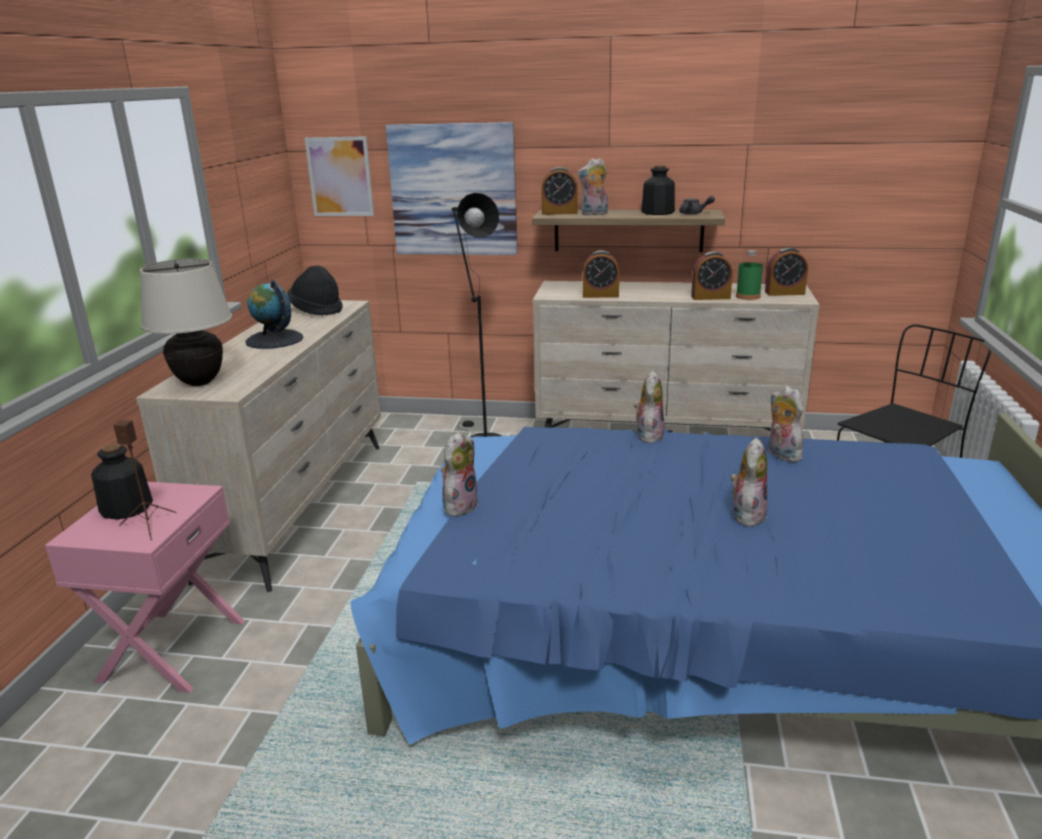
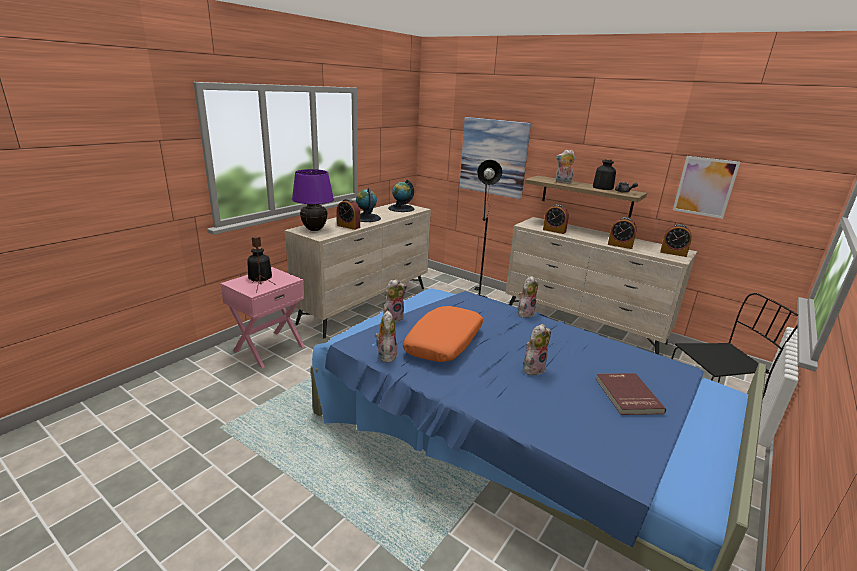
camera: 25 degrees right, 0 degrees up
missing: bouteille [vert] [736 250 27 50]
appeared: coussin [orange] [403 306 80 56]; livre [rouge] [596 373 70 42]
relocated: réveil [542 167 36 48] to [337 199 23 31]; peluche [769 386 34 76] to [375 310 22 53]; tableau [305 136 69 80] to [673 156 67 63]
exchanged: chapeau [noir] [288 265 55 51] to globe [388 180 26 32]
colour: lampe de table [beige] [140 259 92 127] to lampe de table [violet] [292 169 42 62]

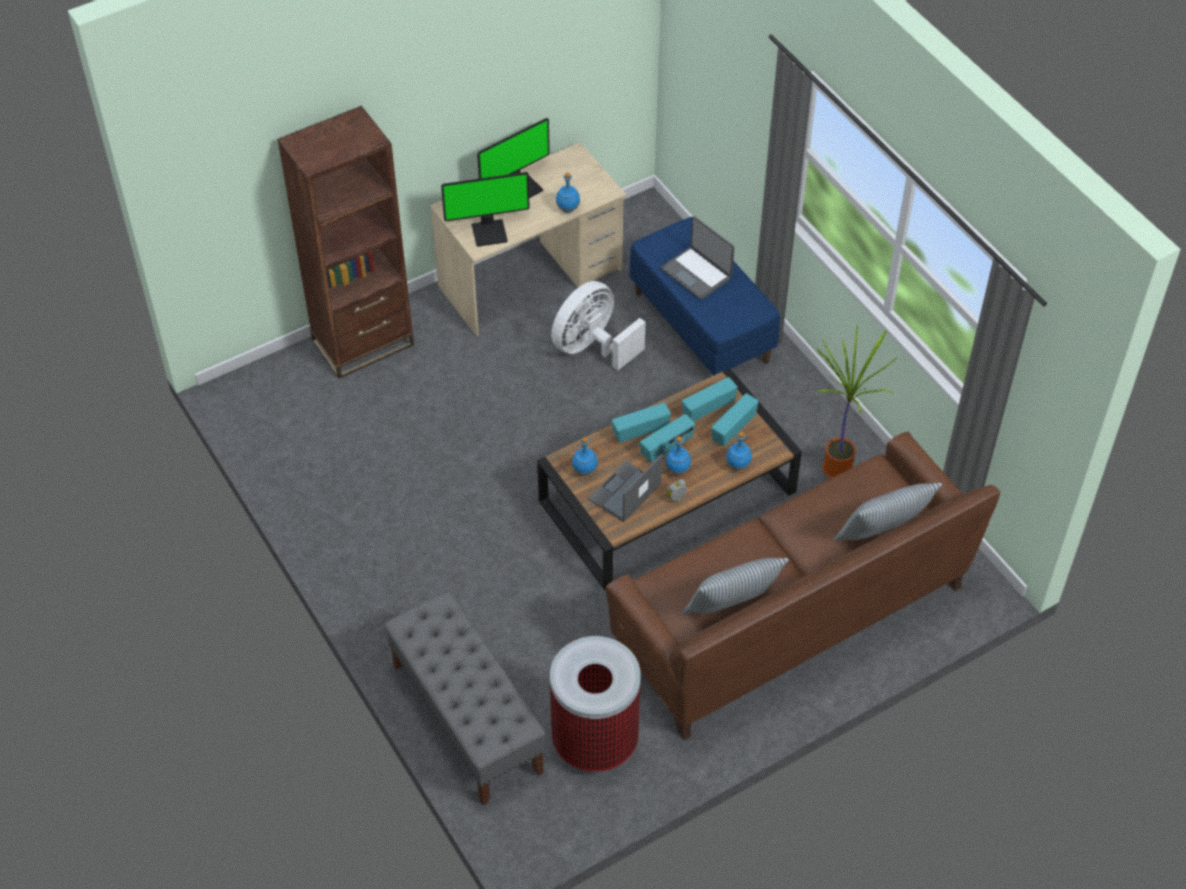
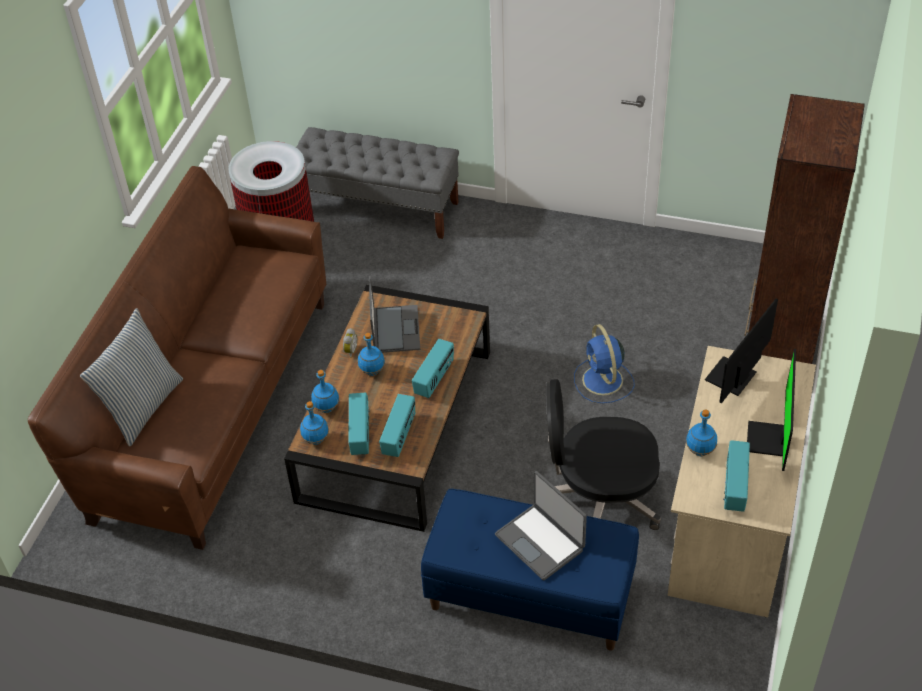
camera: 140 degrees right, 5 degrees down
missing: coussin [682 558 107 56]; plante en pot [817 325 80 154]
appeared: ventilateur [bleu] [574 324 61 79]
relocated: bouteille [bleu] [572 437 26 39] to [300 401 29 44]; radio [640 414 55 49] to [723 440 27 72]
exchanged: ventilateur [blanc] [551 281 94 89] to chaise de bureau [noir] [546 379 115 151]
spun: ordinateur portable [661 216 74 84] = [495 471 92 109] 135 degrees counterclockwise

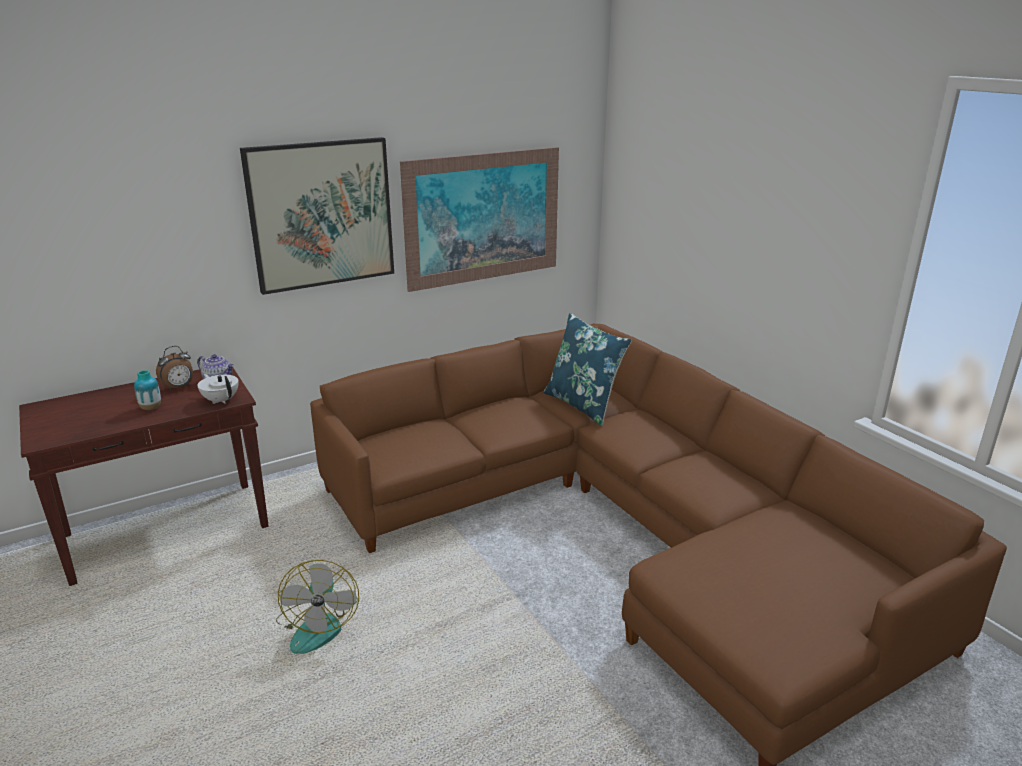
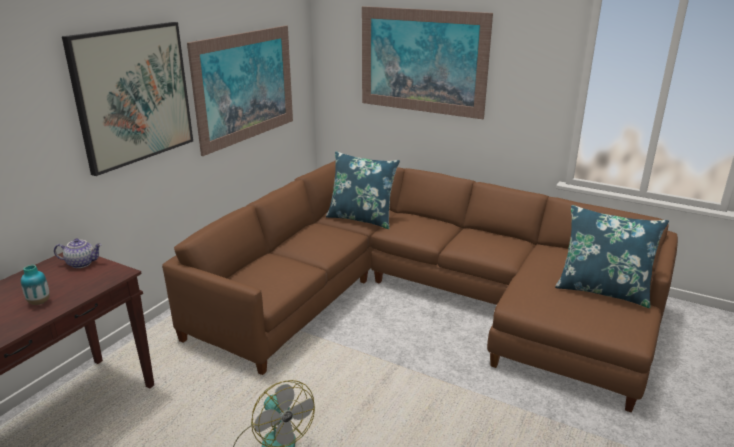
camera: 30 degrees left, 0 degrees up
missing: réveil [156 346 37 45]; théière [blanc] [197 374 42 30]
appeared: tableau [362 6 131 113]; coussin [bleu] [555 205 114 103]

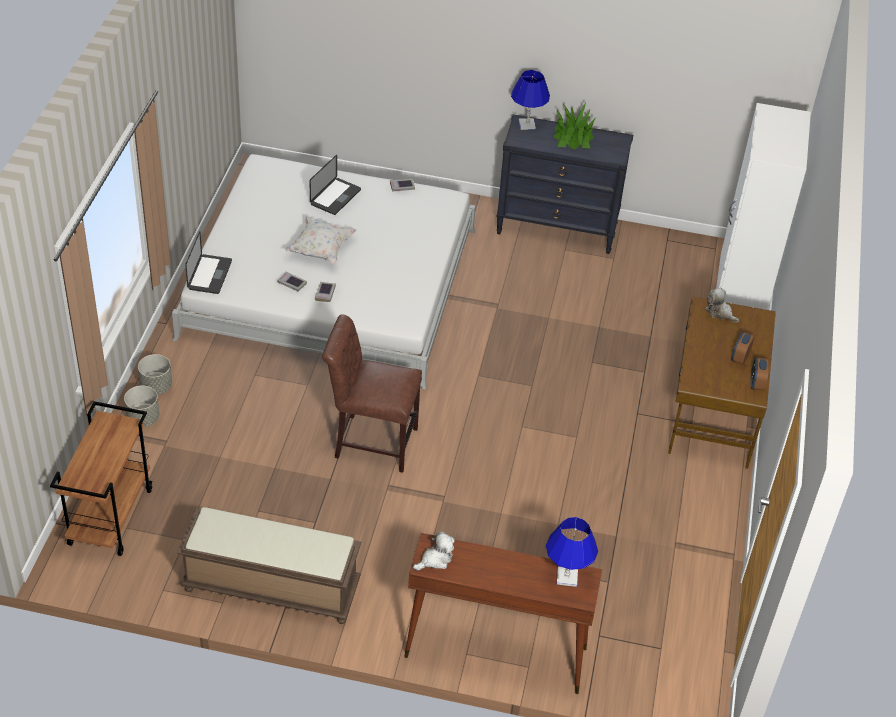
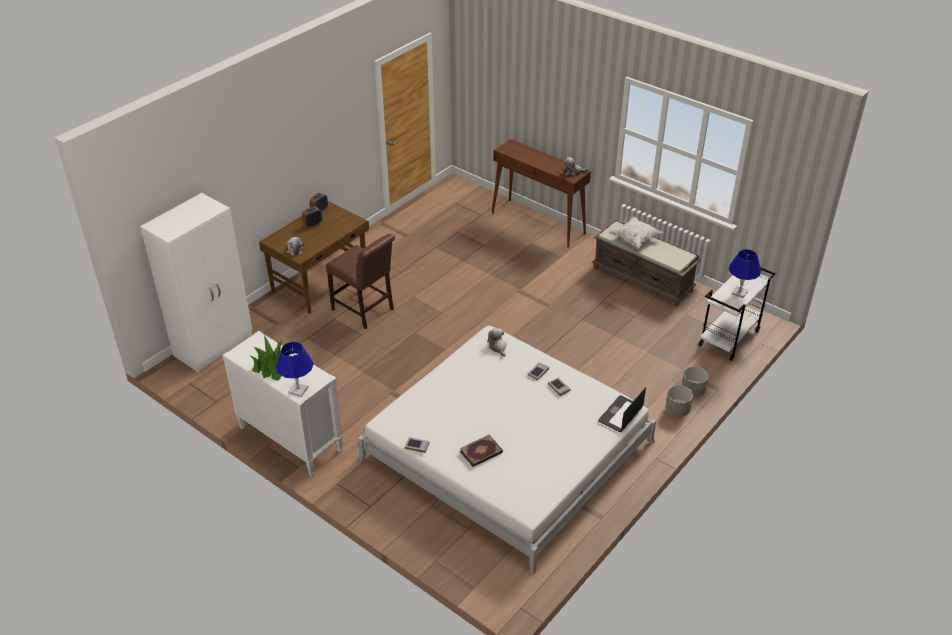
camera: 150 degrees left, 5 degrees down
appeared: peluche [487 328 19 29]
relocated: chaise [marron] [322 314 100 159] to [326 234 69 95]; coussin [blanc] [285 216 72 48] to [608 217 56 32]; lampe de table [bleu] [546 517 52 70] to [729 249 32 49]
exchanged: ordinateur portable [310 155 51 60] to livre [460 435 43 32]
colour: commode [noir] [496 114 137 140] to commode [blanc] [222 331 121 146]; chariot [marron] [50 401 103 155] to chariot [blanc] [698 267 78 94]

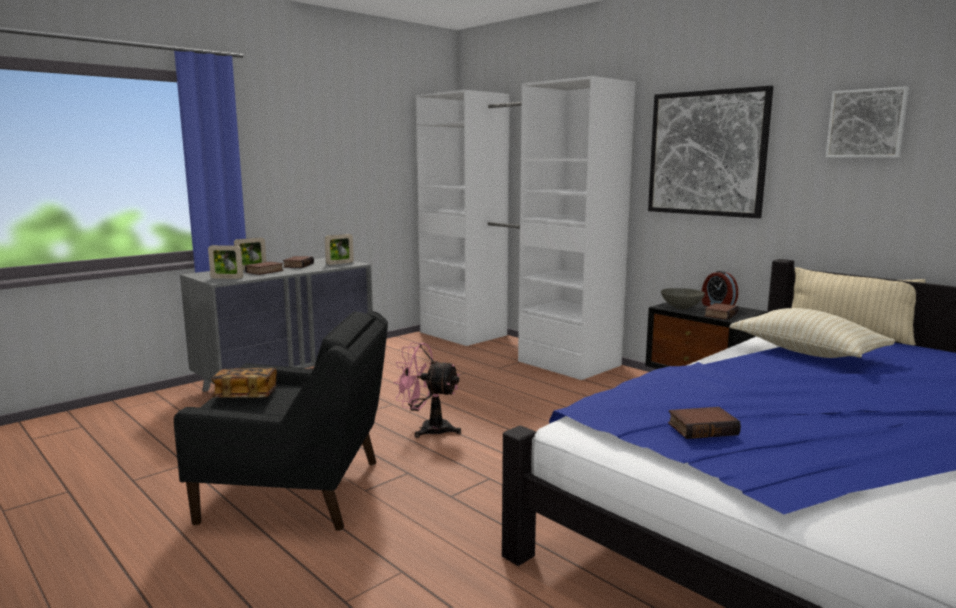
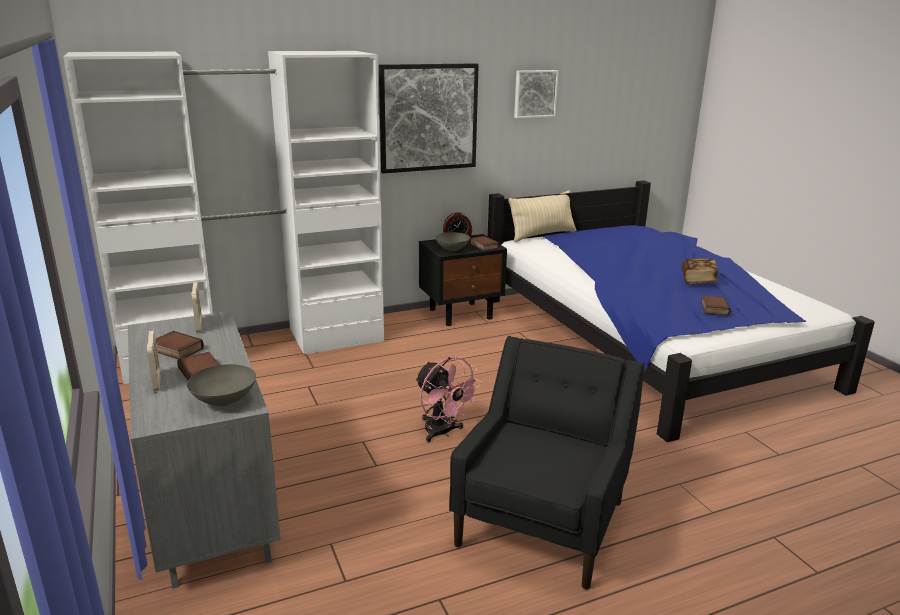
camera: 70 degrees left, 10 degrees up
missing: coussin [beige] [729 308 167 50]
relocated: livre [211 367 66 31] to [682 258 36 26]
exchanged: cadre photo [208 245 35 34] to bol [gris] [187 364 69 42]
spun: ventilateur [rose] [393 342 68 96] = [415 357 67 85] 75 degrees counterclockwise

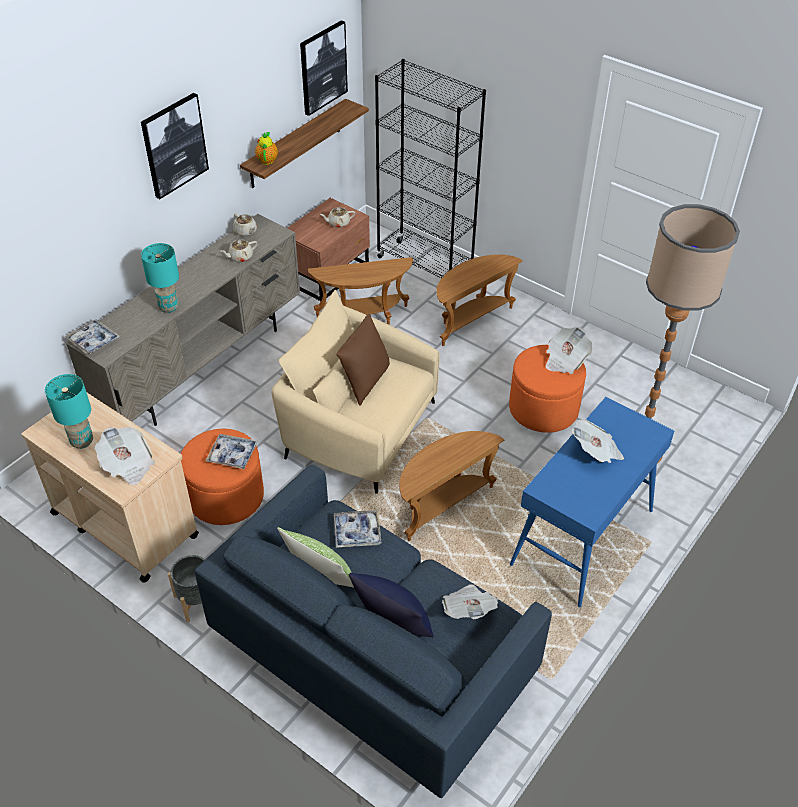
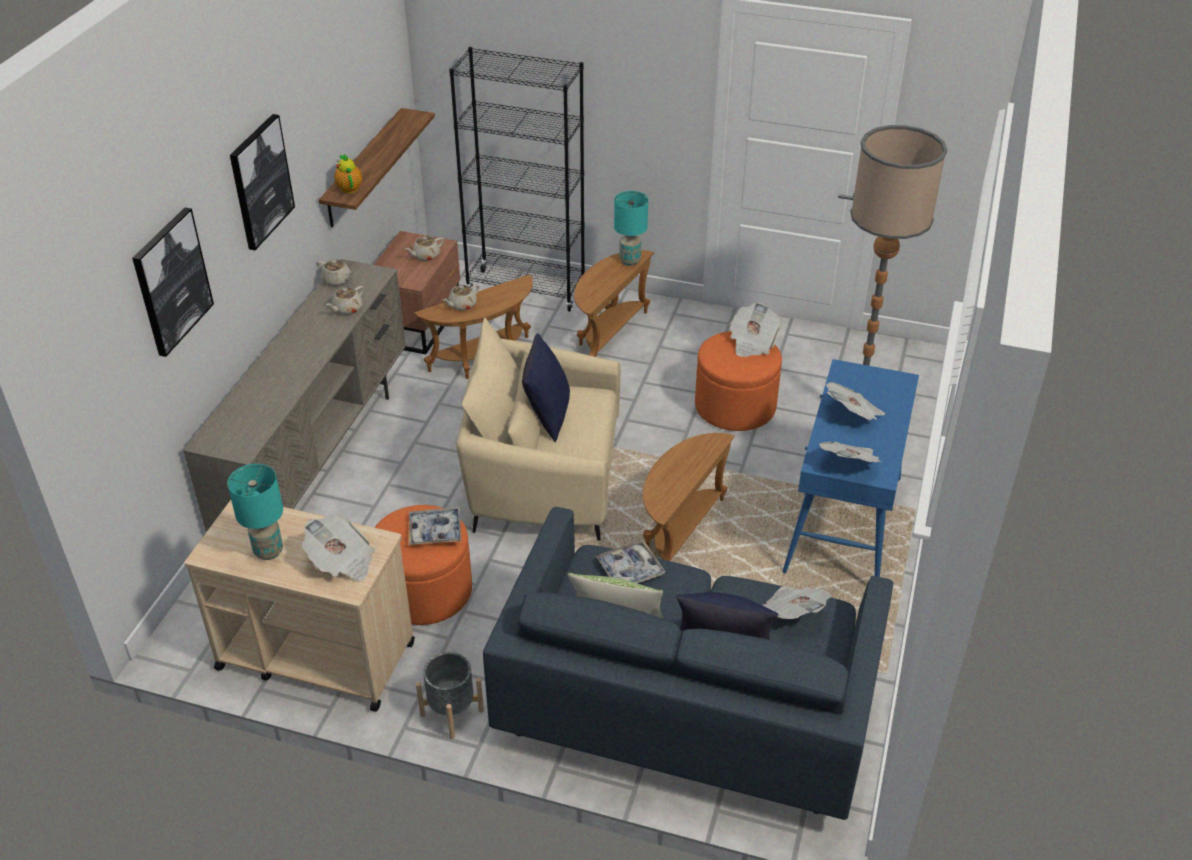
camera: 20 degrees left, 5 degrees down
missing: plateau [65 319 55 37]
appeared: théière [beige] [443 285 36 26]; journal [820 441 61 21]
relocated: tableau [300 20 48 96] to [132 207 82 150]; lampe de table [turquoise] [141 243 38 70] to [614 191 34 75]
colour: coussin [marron] [336 314 54 92] to coussin [bleu] [522 334 48 108]

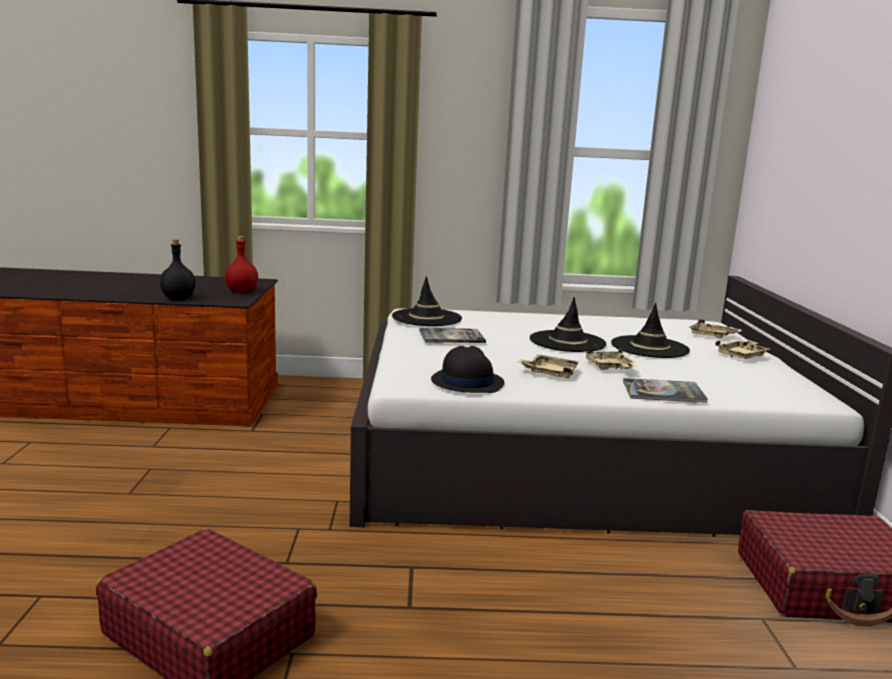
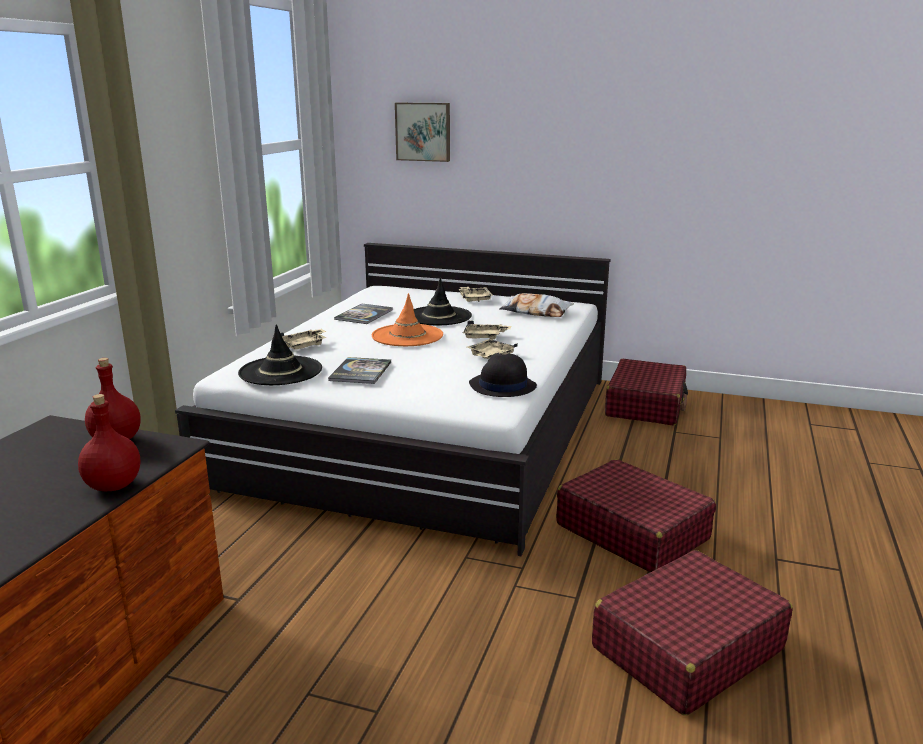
camera: 70 degrees left, 5 degrees up
appeared: tableau [395 103 55 59]; coussin [499 293 75 24]; valise [rouge] [556 459 160 113]
relocated: plateau [beige] [688 319 54 20] to [280 329 47 21]; livre [623 378 85 25] to [334 304 59 20]
colour: bouteille [noir] [160 240 36 59] to bouteille [rouge] [78 394 62 97]; chapeau [noir] [530 297 76 55] to chapeau [orange] [372 293 71 53]

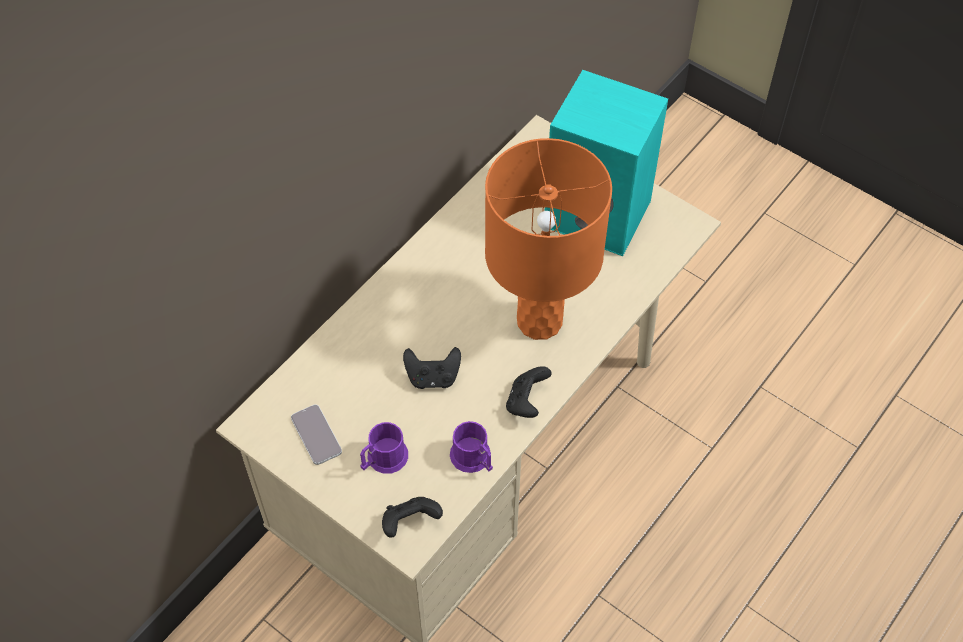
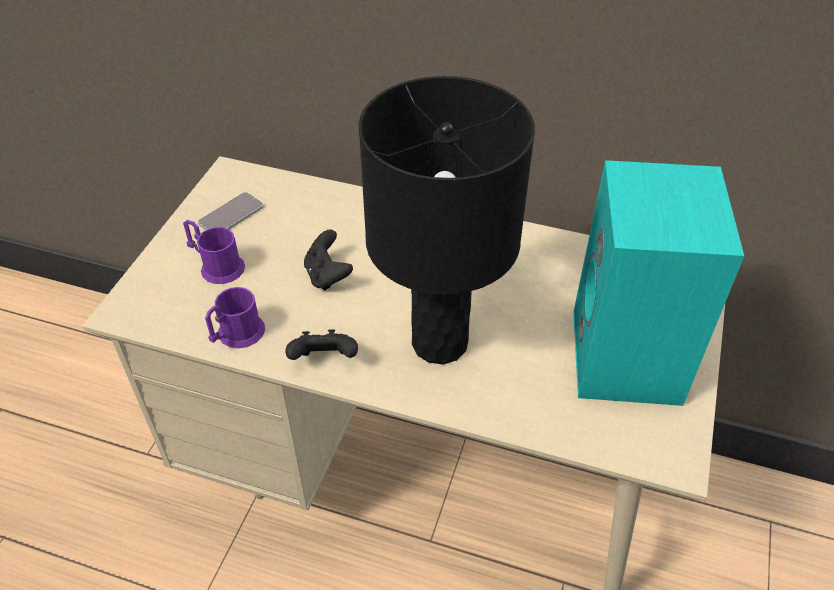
camera: 70 degrees right, 10 degrees down
missing: manette [noir] [382 497 61 41]
colour: lampe de table [orange] [485 138 127 202] to lampe de table [noir] [359 76 176 288]

